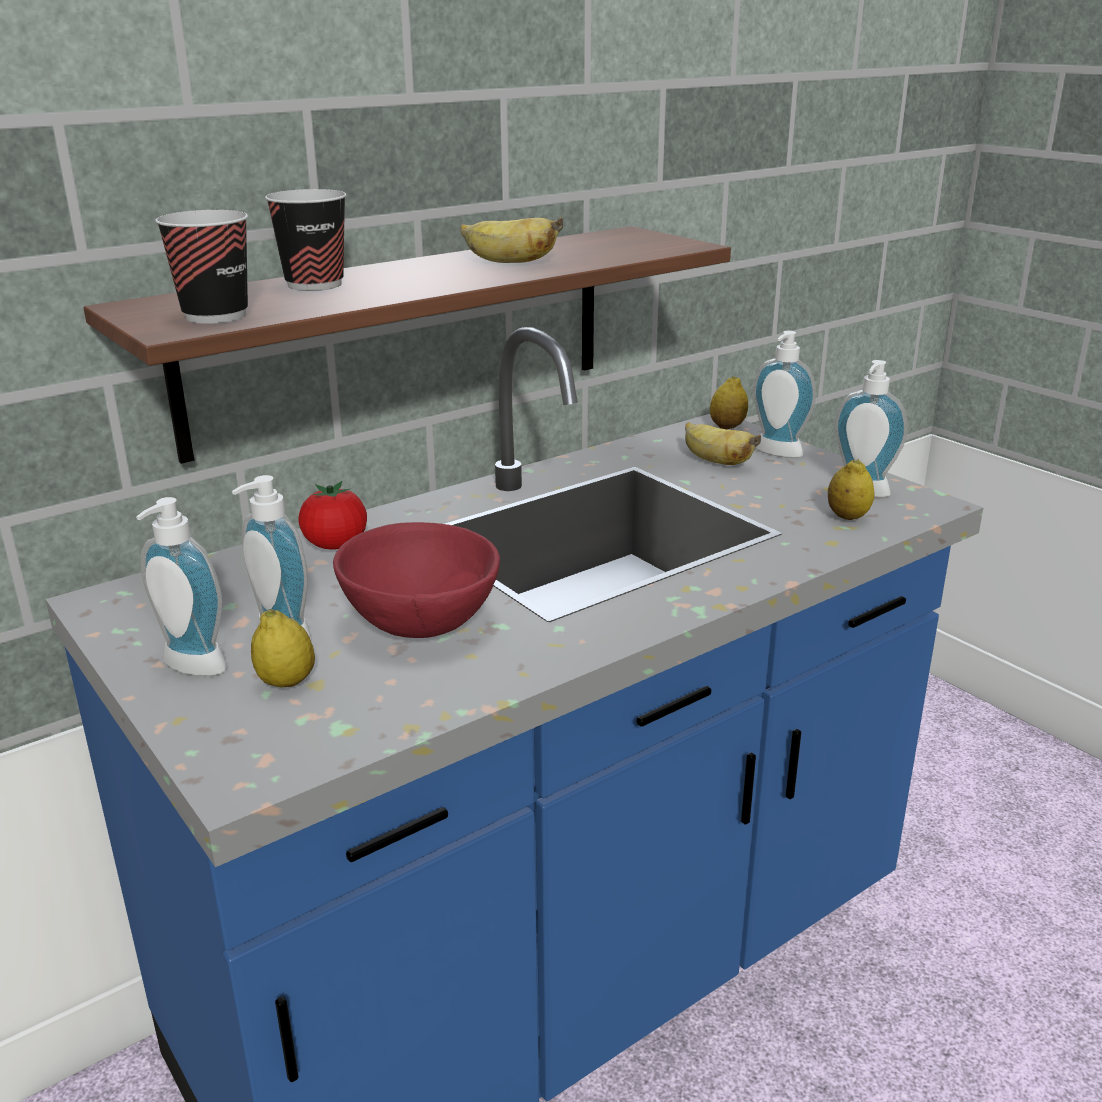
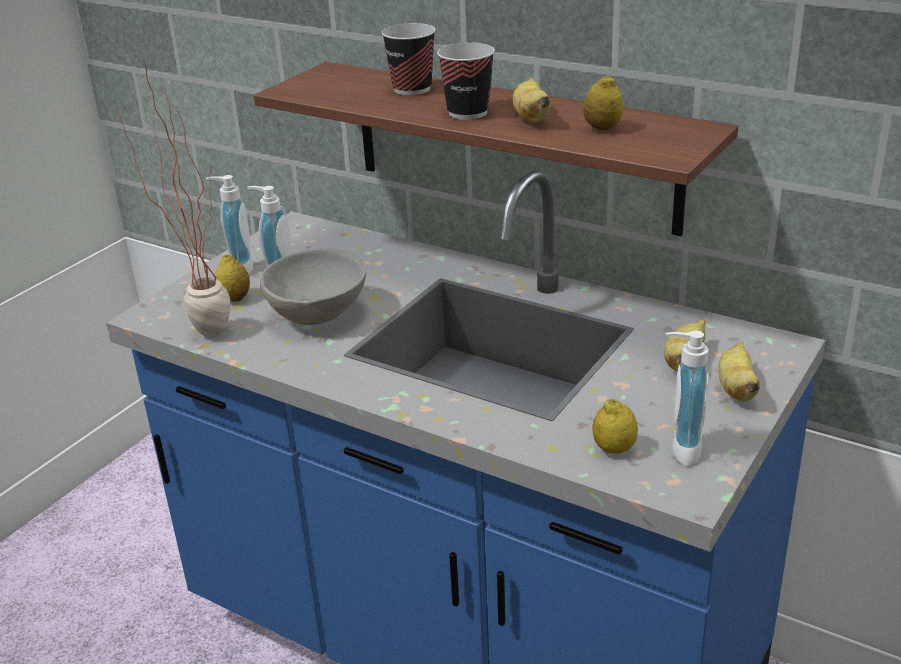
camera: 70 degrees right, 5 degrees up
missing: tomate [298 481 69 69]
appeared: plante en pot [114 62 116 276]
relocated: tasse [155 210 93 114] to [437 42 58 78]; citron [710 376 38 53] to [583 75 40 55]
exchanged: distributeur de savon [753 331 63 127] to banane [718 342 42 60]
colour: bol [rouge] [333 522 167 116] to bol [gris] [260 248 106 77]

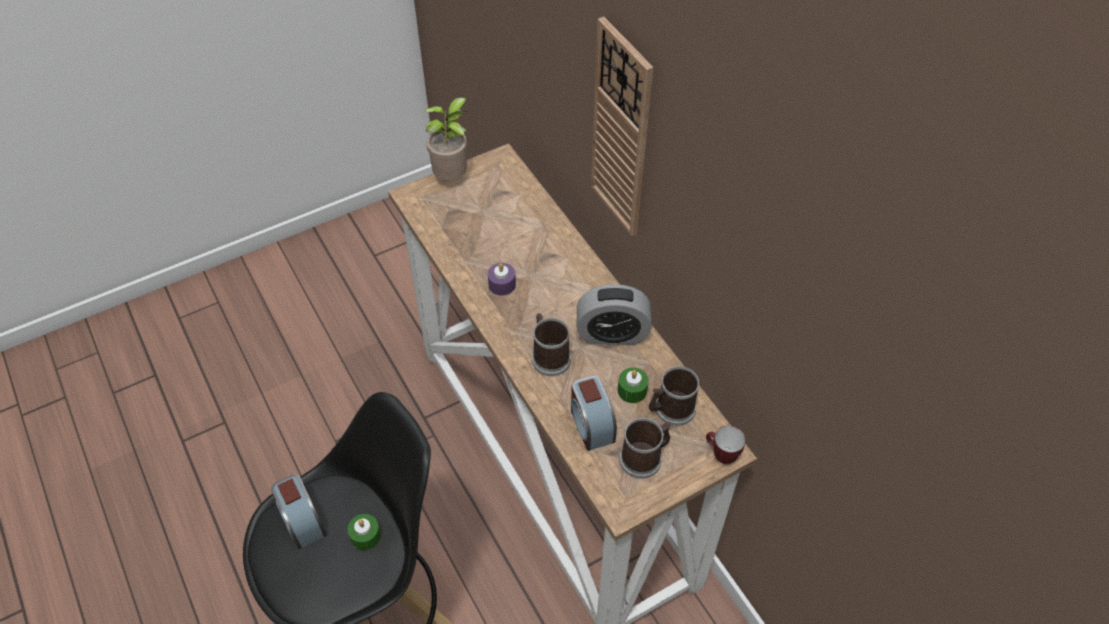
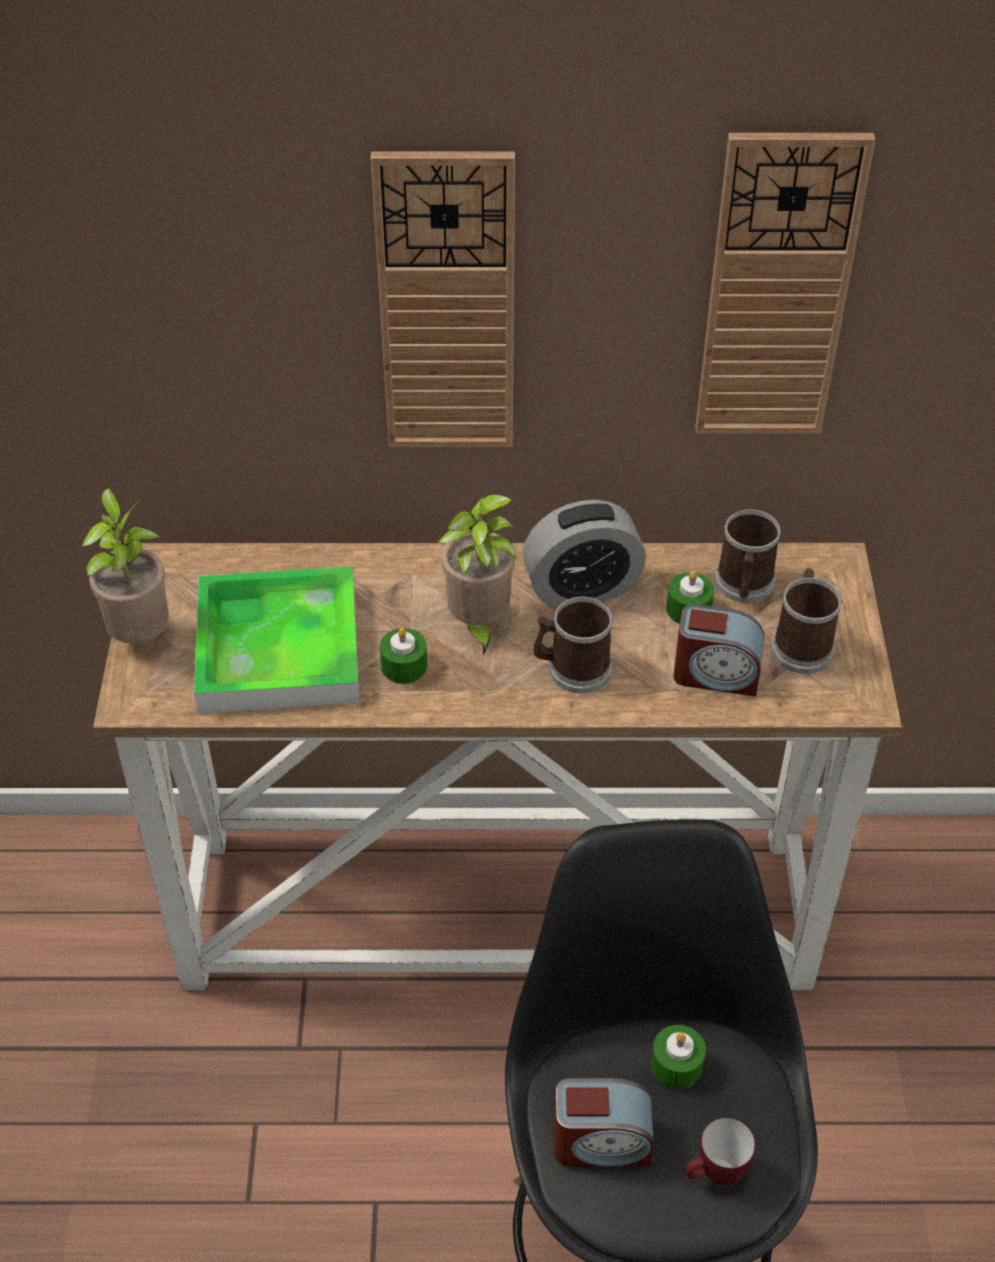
camera: 60 degrees left, 5 degrees down
appeared: plateau [194 566 165 148]; plante en pot [438 494 79 161]; horloge murale [695 133 180 300]
relocated: mug [706 426 39 38] to [684 1118 71 67]
colour: bougie [violet] [488 263 28 33] to bougie [vert] [380 628 47 56]
spun: réveil [577 284 75 61] = [523 500 123 108] 45 degrees clockwise

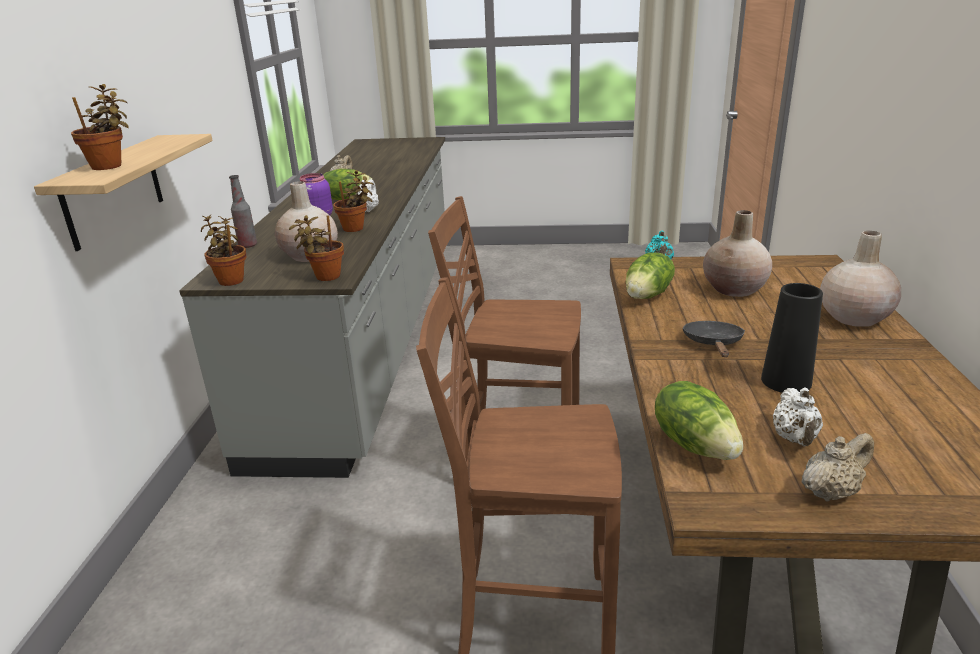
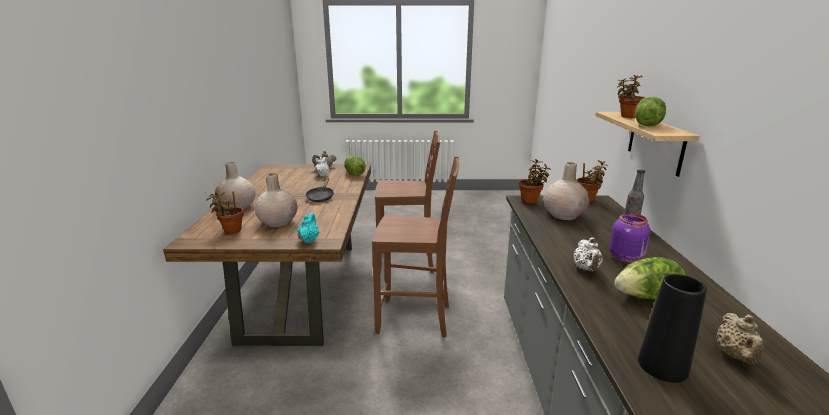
camera: 175 degrees right, 5 degrees down
relocated: plante en pot [333 170 41 62] to [206 191 38 43]; laitue [626 252 49 47] to [635 97 31 29]; vase [noir] [761 283 62 110] to [638 274 69 109]

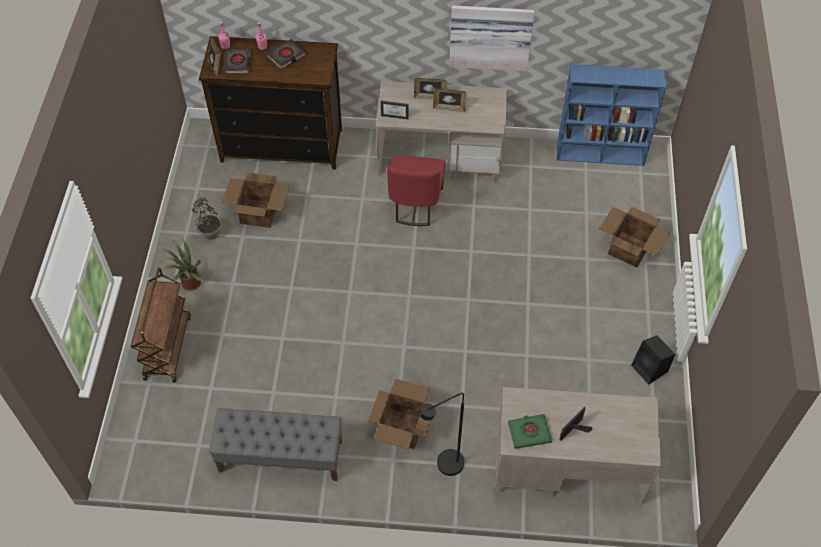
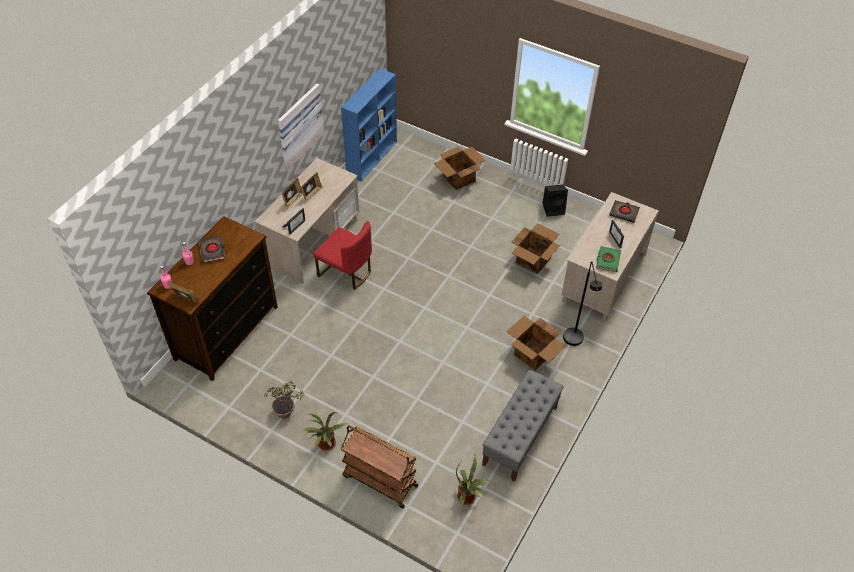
camera: 65 degrees left, 5 degrees down
appeared: plante en pot [456 454 34 53]
relocated: carton [222 172 68 56] to [511 223 49 51]; livre [noir] [224 48 27 26] to [609 200 31 23]

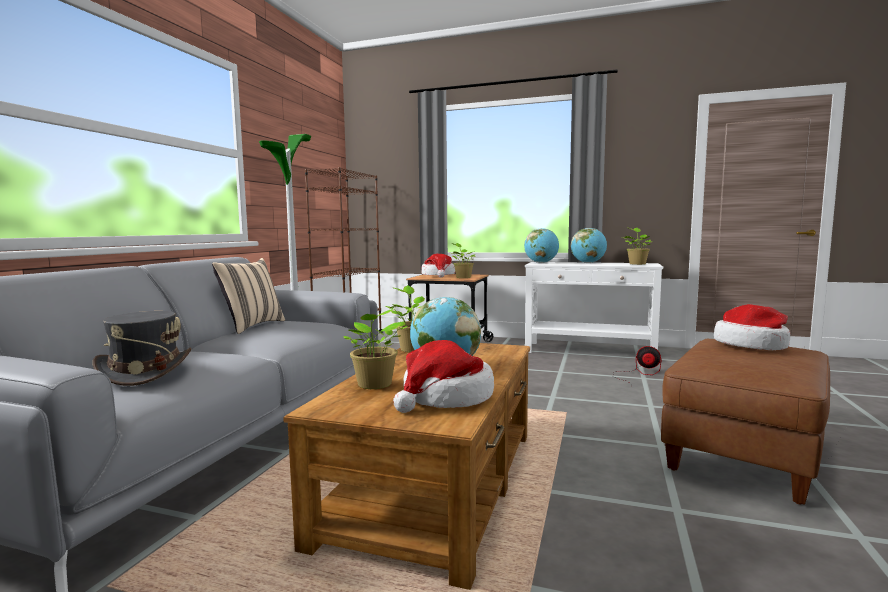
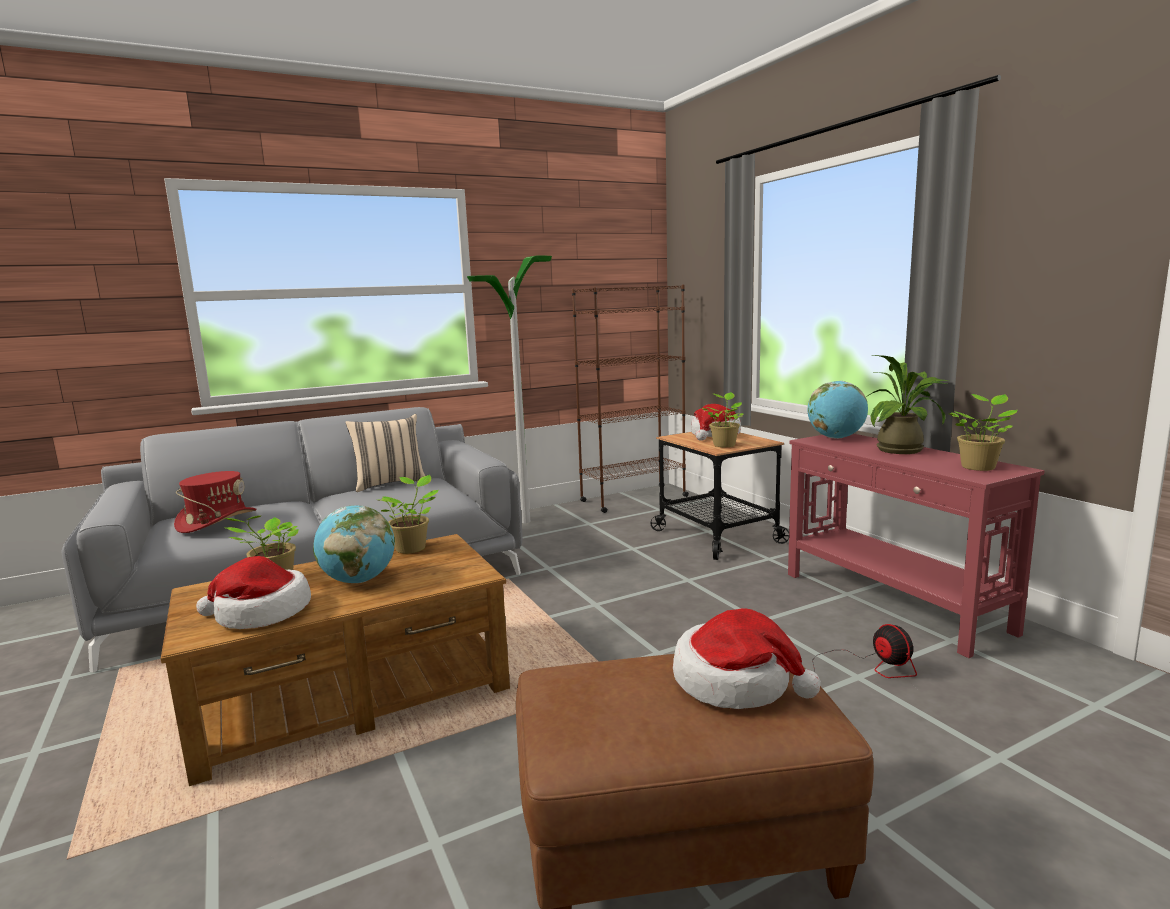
camera: 45 degrees right, 5 degrees up
exchanged: globe [571 228 36 35] to plante en pot [866 355 83 99]
colour: chapeau [gris] [93 311 99 75] to chapeau [rouge] [174 471 83 62]; table console [blanc] [525 262 138 91] to table console [rouge] [788 434 257 224]

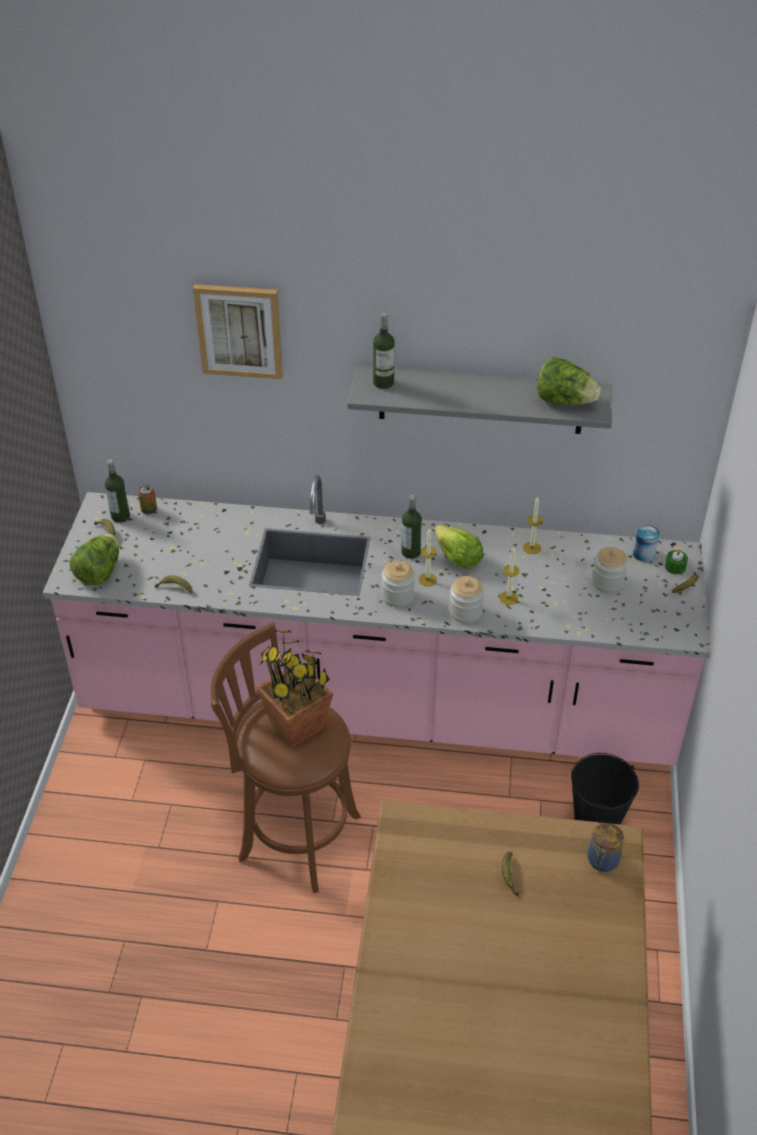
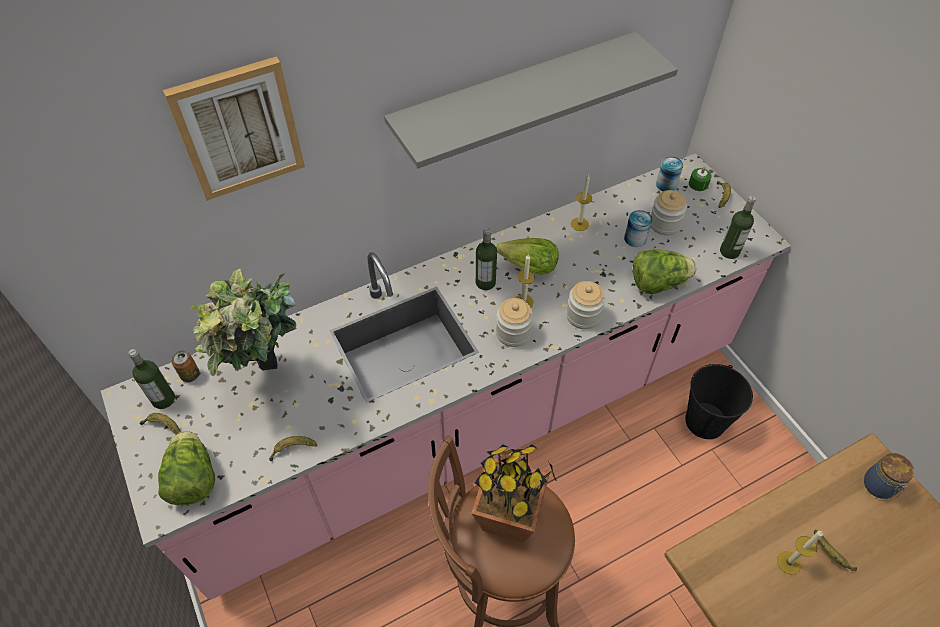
camera: 35 degrees left, 10 degrees up
appeared: plante en pot [190 269 106 107]; boîte métallique [624 210 28 37]
relocated: laitue [537 357 64 48] to [633 249 63 45]; bouteille [373 313 22 76] to [720 196 36 63]; bougie [499 547 21 58] to [777 531 46 44]

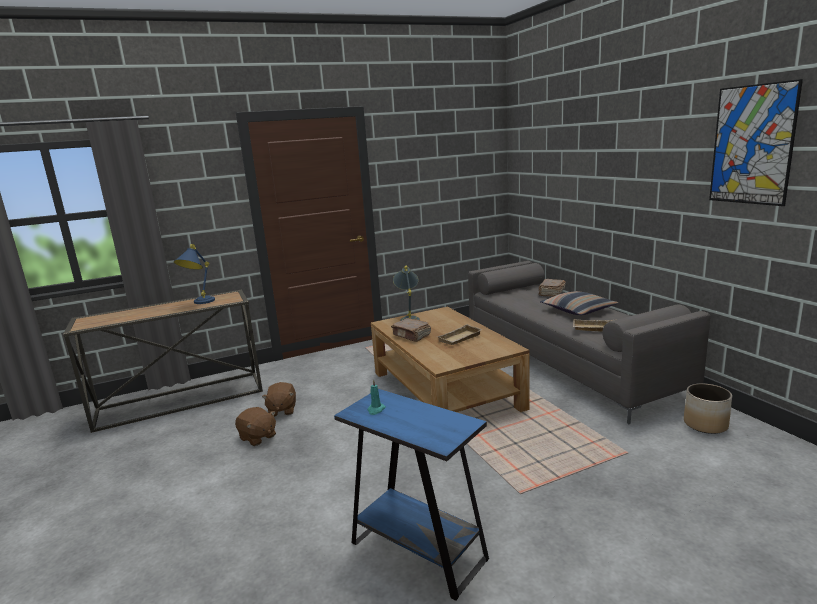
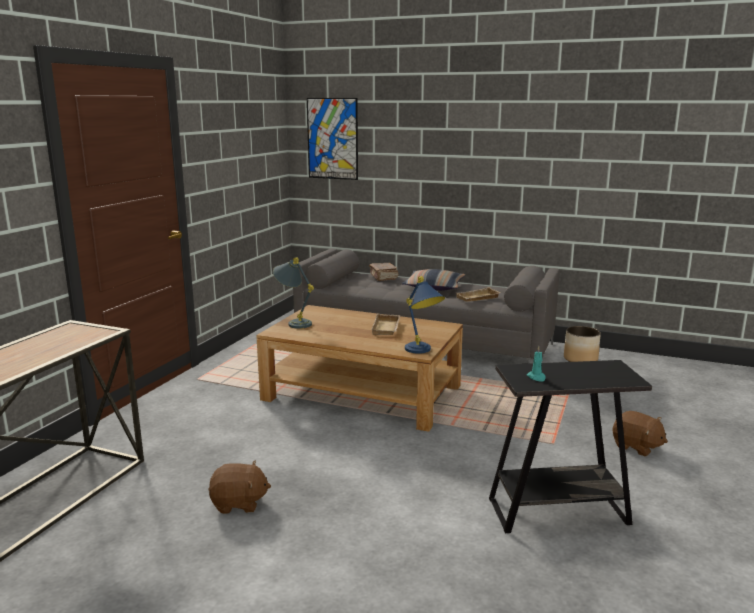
camera: 45 degrees left, 0 degrees up
missing: livre [marron] [391 318 40 24]
relocated: tableau [709 79 94 127] to [307 98 51 82]; lampe de table [bleu] [174 244 41 60] to [405 276 40 78]; peluche [marron] [262 382 34 35] to [612 411 56 45]
colour: table d'appoint [bleu] [334 389 155 212] to table d'appoint [noir] [489 360 163 173]

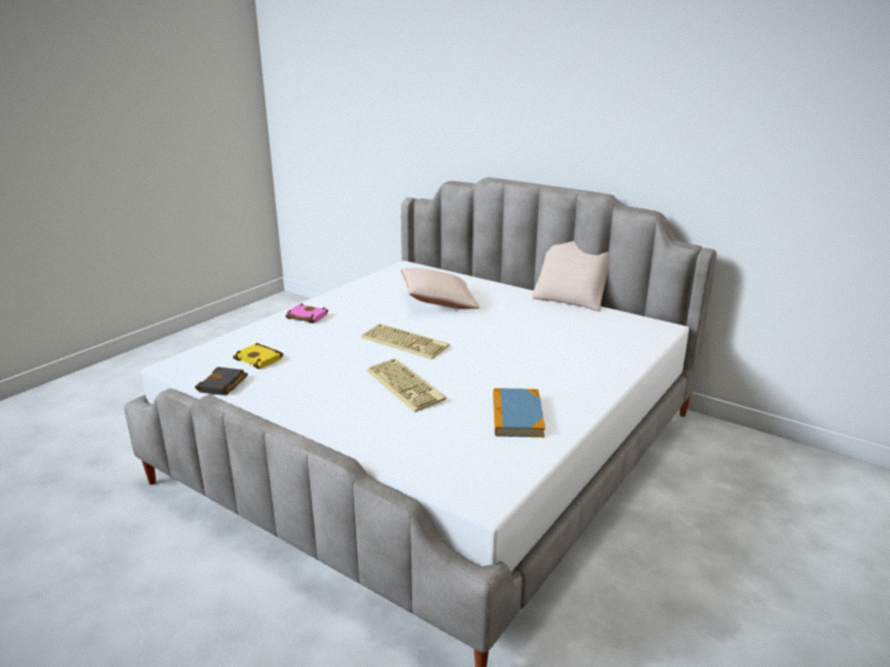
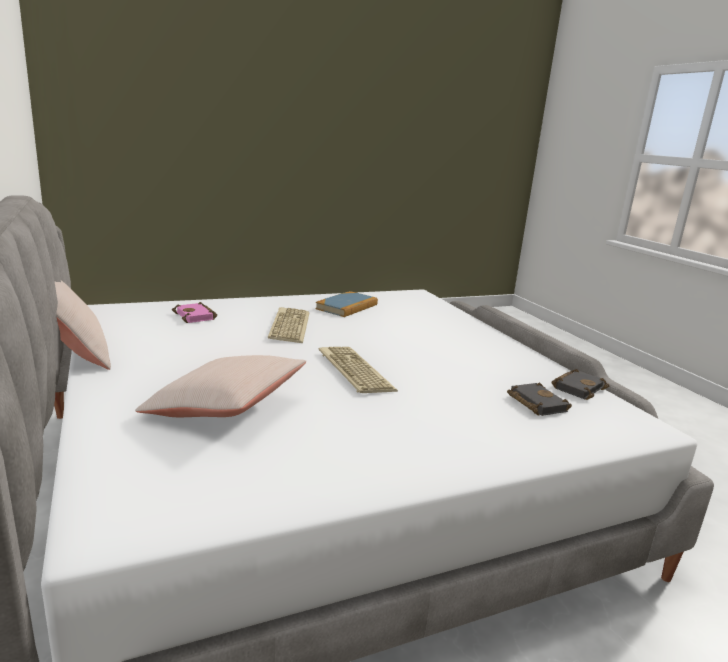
camera: 150 degrees left, 5 degrees down
relocated: livre [rose] [286 303 42 20] to [172 302 45 21]; clavier [366 359 80 53] to [268 307 42 36]
colour: livre [jaune] [233 343 50 26] to livre [noir] [507 383 65 33]

